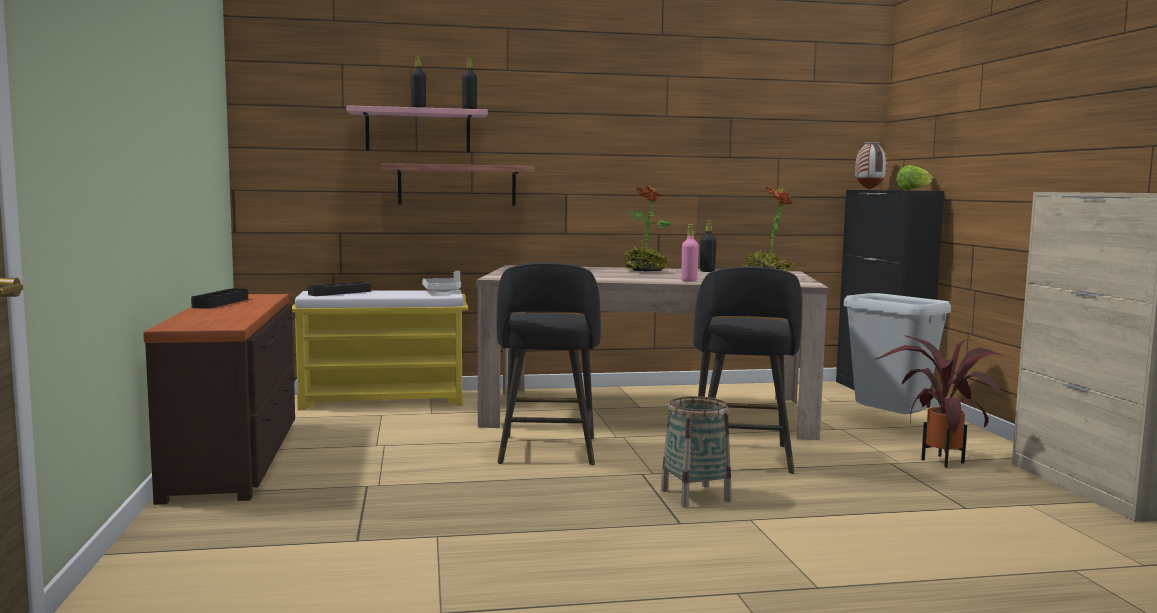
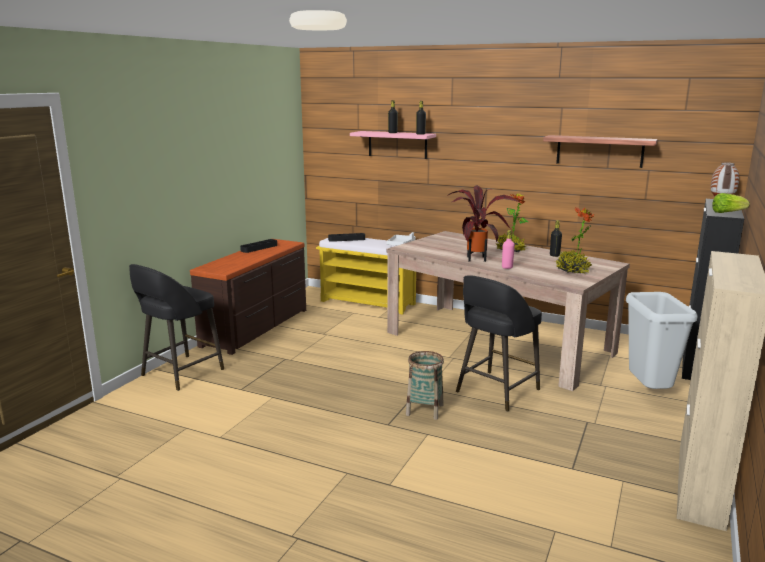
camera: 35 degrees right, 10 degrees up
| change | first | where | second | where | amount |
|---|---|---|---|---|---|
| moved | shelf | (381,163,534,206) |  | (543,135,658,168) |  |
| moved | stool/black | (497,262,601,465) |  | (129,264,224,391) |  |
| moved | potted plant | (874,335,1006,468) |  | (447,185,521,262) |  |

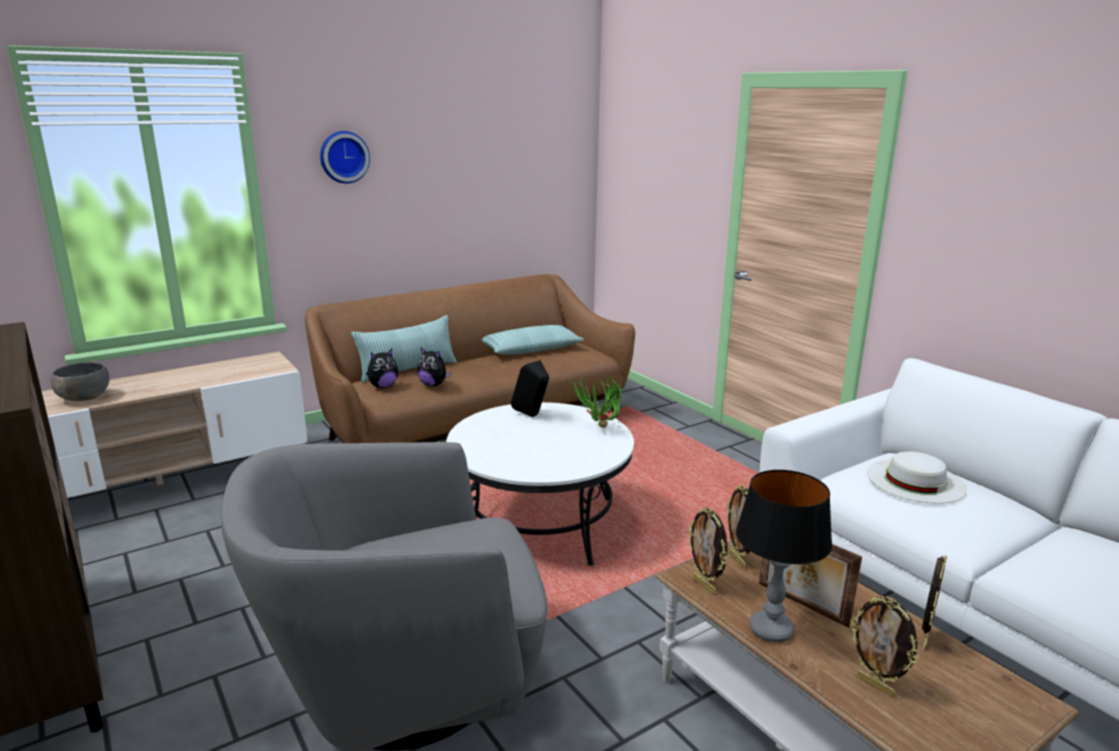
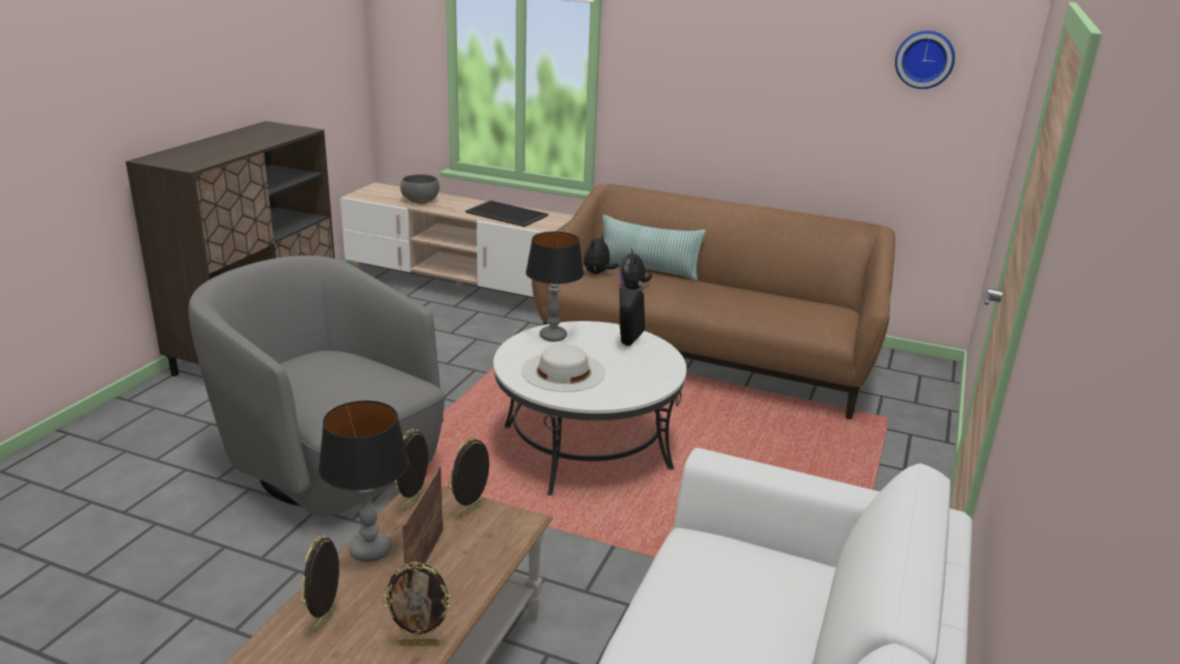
camera: 55 degrees right, 5 degrees up
| change | first | where | second | where | amount |
|---|---|---|---|---|---|
| moved | wall clock | (320,131,370,184) |  | (895,31,955,89) |  |
| turned | plush toy | (366,349,398,388) |  | (584,234,618,274) | 105 degrees clockwise |
| removed | pillow | (482,325,584,355) |  |  |  |
| removed | potted plant | (571,374,621,428) |  |  |  |
| moved | hat/white | (867,451,967,504) |  | (521,345,606,392) |  |
| added |  |  | tray | (465,200,548,227) |  |
| added |  |  | table lamp | (526,231,584,342) |  |

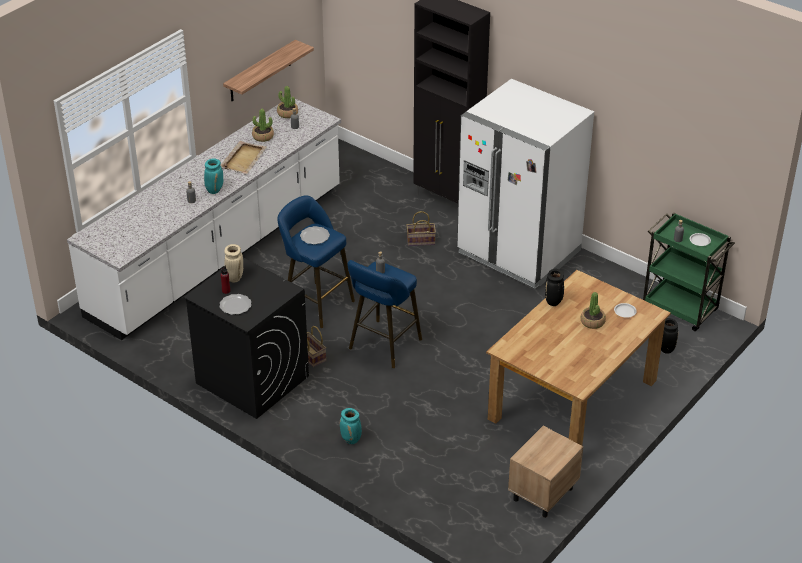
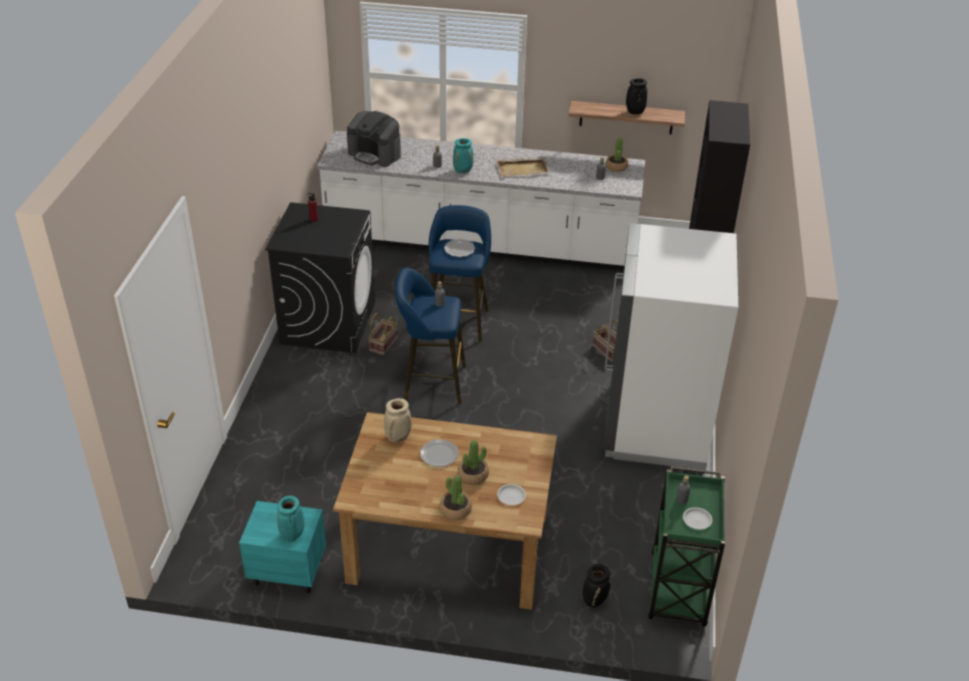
camera: 60 degrees right, 0 degrees up
| change | first | where | second | where | amount |
|---|---|---|---|---|---|
| moved | plate | (220,294,251,315) |  | (420,439,459,467) |  |
| moved | vase/beige | (224,244,243,283) |  | (384,398,412,442) |  |
| moved | potted plant | (252,109,274,142) |  | (440,475,472,520) |  |
| moved | vase/turquoise | (340,408,362,444) |  | (276,496,305,542) |  |
| recoloured | nightstand/beige | (508,426,583,518) | nightstand/turquoise | (239,501,326,594) |  |
| moved | vase/black | (545,269,564,306) |  | (626,79,647,114) |  |
| added |  |  | coffee machine | (347,111,401,167) |  |

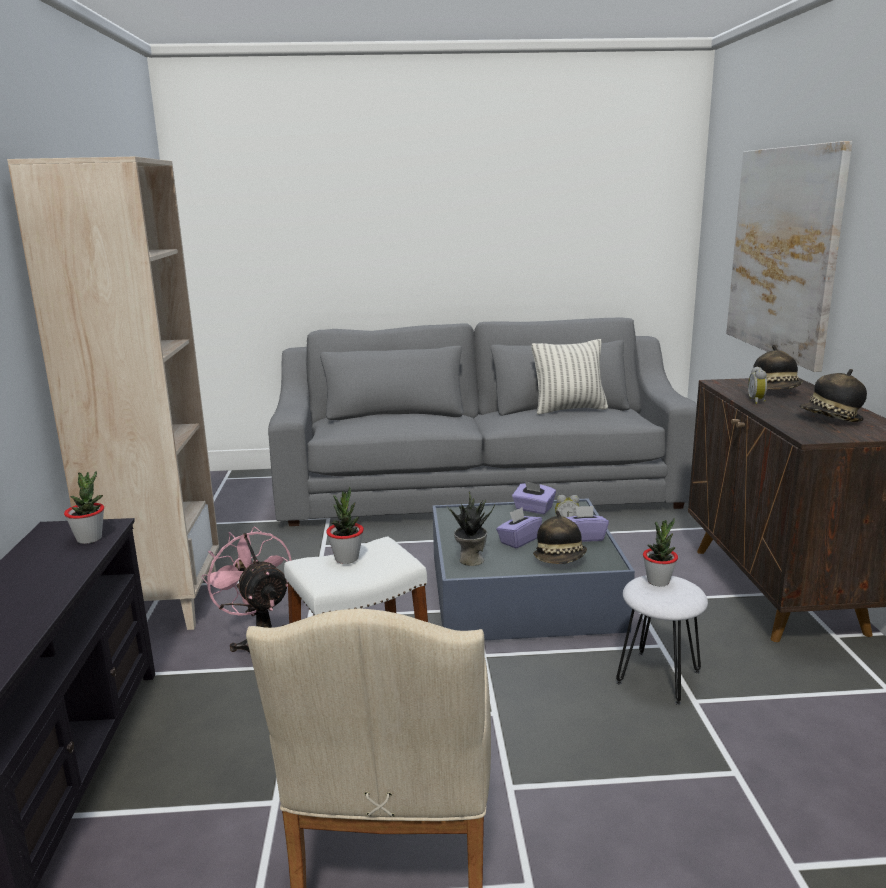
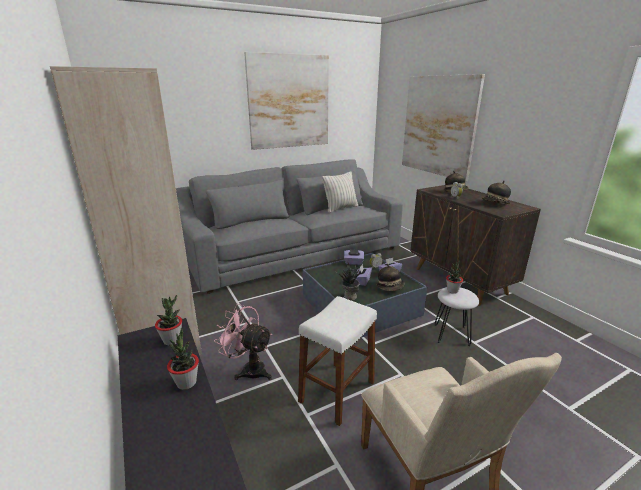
camera: 25 degrees left, 5 degrees up
| change | first | where | second | where | amount |
|---|---|---|---|---|---|
| moved | potted plant | (326,487,364,564) |  | (167,328,199,390) |  |
| added |  |  | picture | (244,52,329,150) |  |

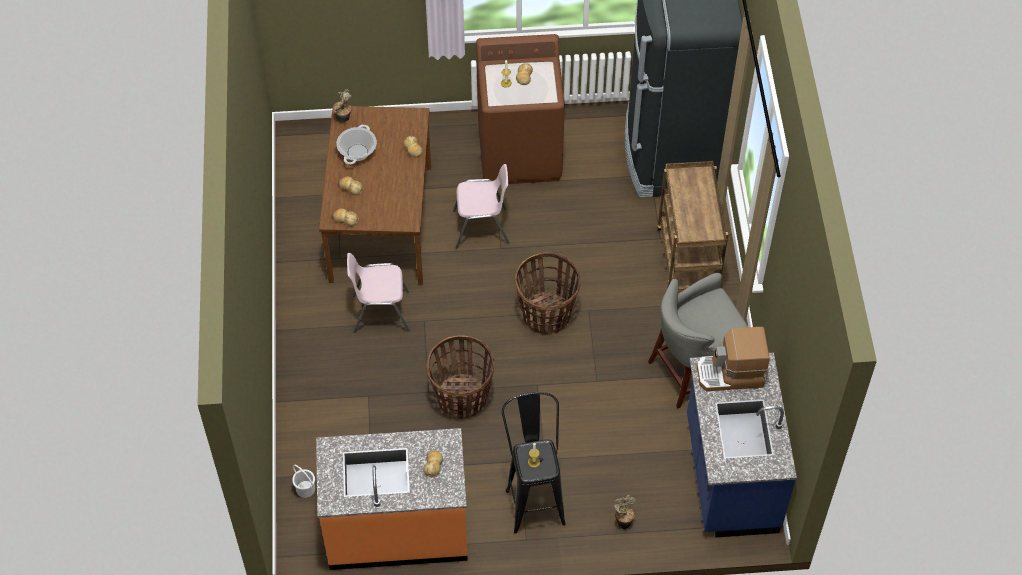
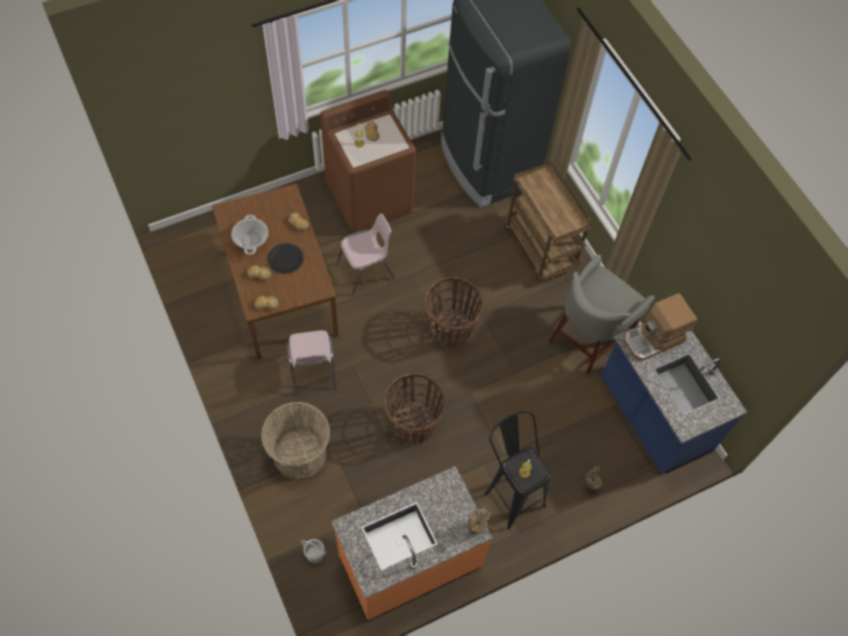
camera: 25 degrees left, 5 degrees up
| change | first | where | second | where | amount |
|---|---|---|---|---|---|
| moved | potted plant | (333,89,352,122) |  | (468,505,491,534) |  |
| turned | chair/pink | (347,253,410,333) |  | (286,330,336,396) | 75 degrees counterclockwise |
| removed | bread | (423,450,443,477) |  |  |  |
| added |  |  | basket | (261,402,330,480) |  |
| added |  |  | plate/black | (268,243,304,274) |  |

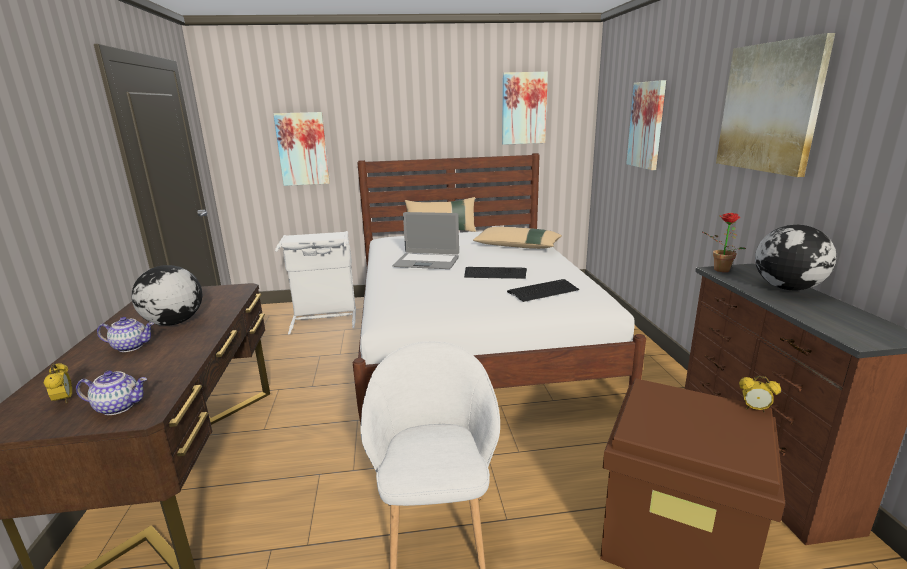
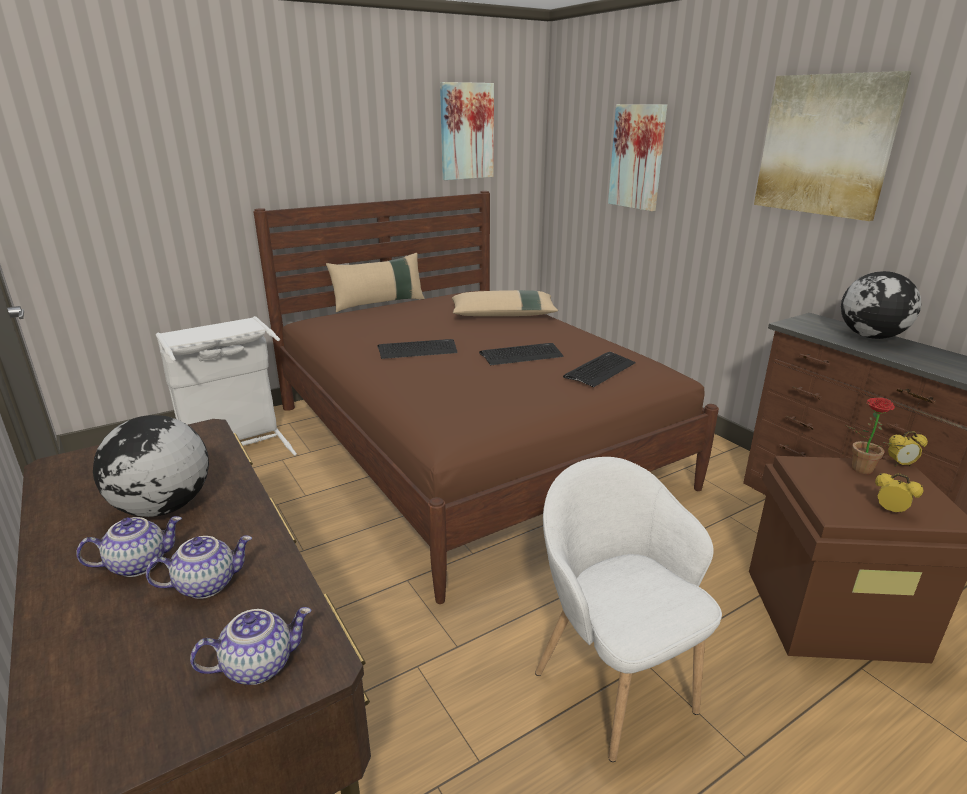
camera: 25 degrees left, 5 degrees up
| change | first | where | second | where | amount |
|---|---|---|---|---|---|
| moved | alarm clock | (44,363,72,404) |  | (875,473,923,513) |  |
| removed | picture | (273,112,330,186) |  |  |  |
| recoloured | bed/white | (353,153,646,424) | bed/brown | (253,191,719,604) |  |
| replaced | laptop | (393,212,459,269) | keyboard | (377,339,458,359) |  |
| moved | potted plant | (703,213,746,272) |  | (845,397,904,474) |  |
| added |  |  | teapot | (146,535,252,599) |  |

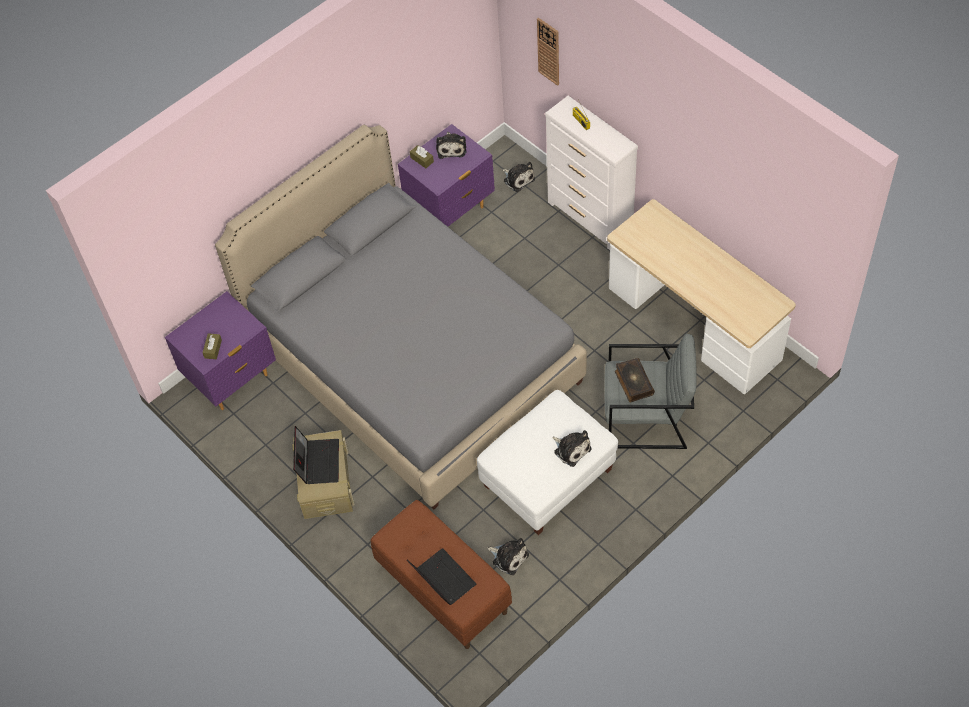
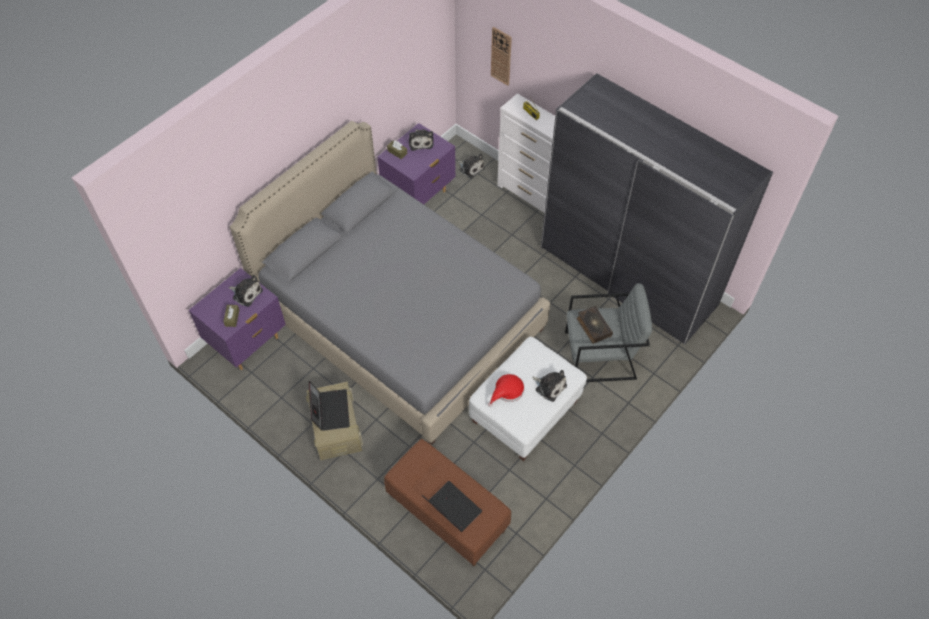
camera: 10 degrees left, 0 degrees up
| change | first | where | second | where | amount |
|---|---|---|---|---|---|
| moved | plush toy | (487,538,529,575) |  | (228,275,263,307) |  |
| replaced | desk | (607,199,796,394) | wardrobe/grey | (541,73,773,344) |  |
| added |  |  | hat/red | (488,374,525,407) |  |

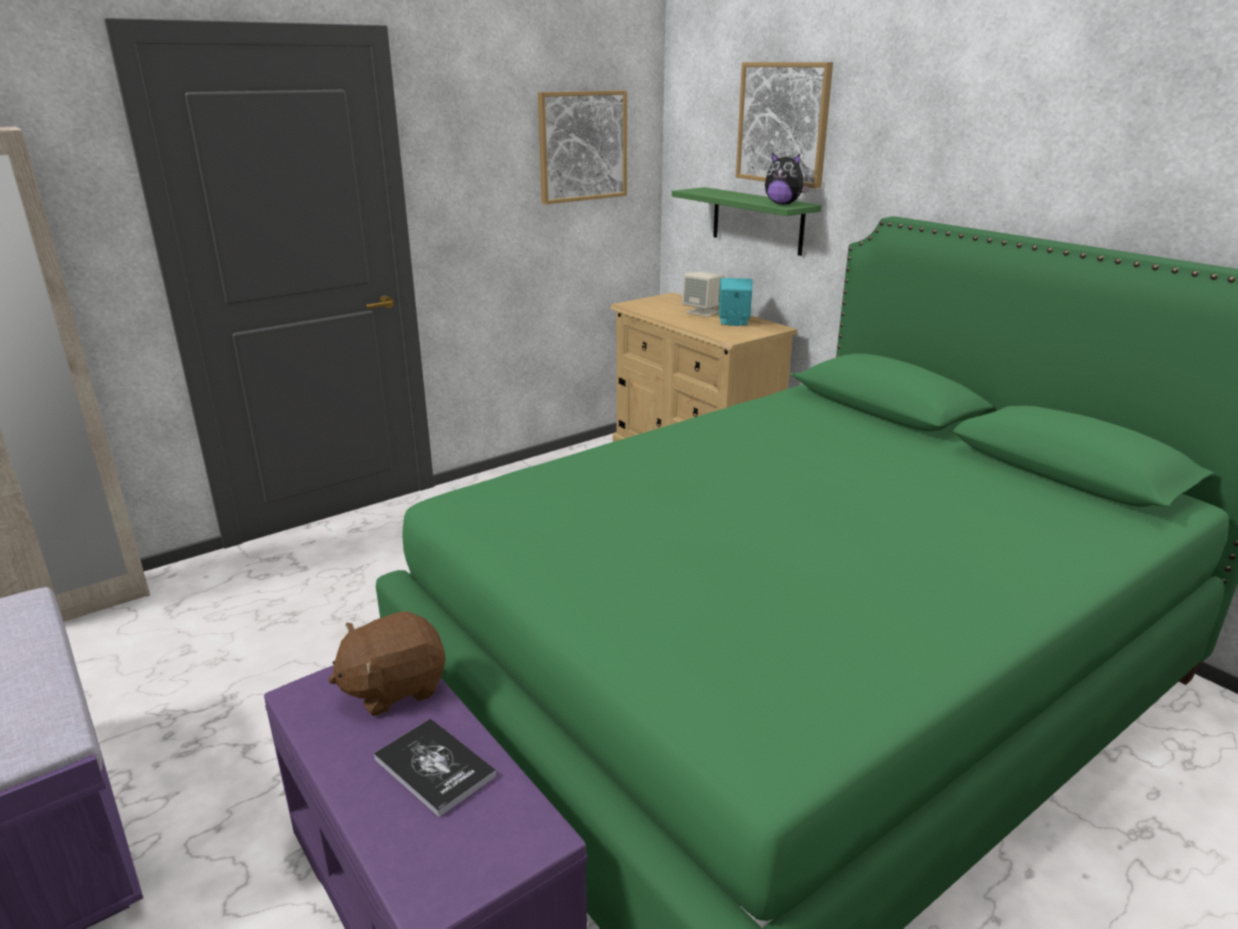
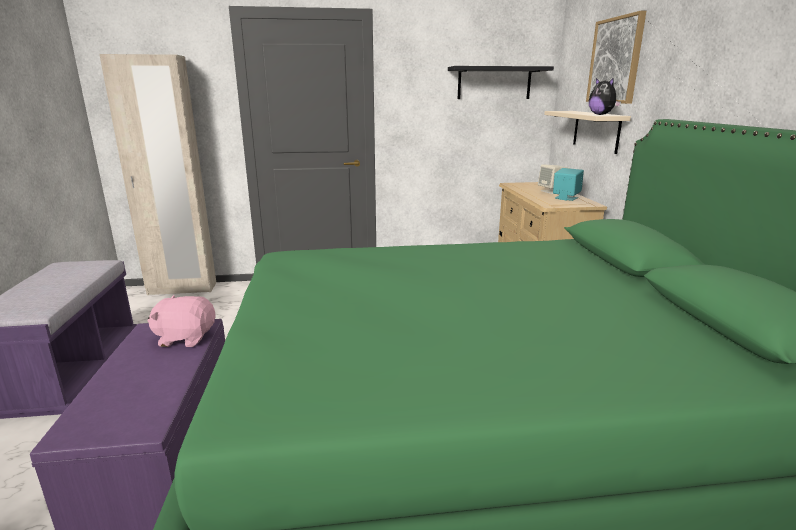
camera: 30 degrees right, 5 degrees down
| change | first | where | second | where | amount |
|---|---|---|---|---|---|
| recoloured | plush toy/brown | (328,611,445,716) | plush toy/pink | (148,295,216,347) |  |
| removed | book | (374,719,497,817) |  |  |  |
| replaced | picture | (538,90,627,204) | shelf/black | (448,66,554,99) |  |
| recoloured | shelf/green | (672,187,822,256) | shelf/beige | (544,111,631,154) |  |

